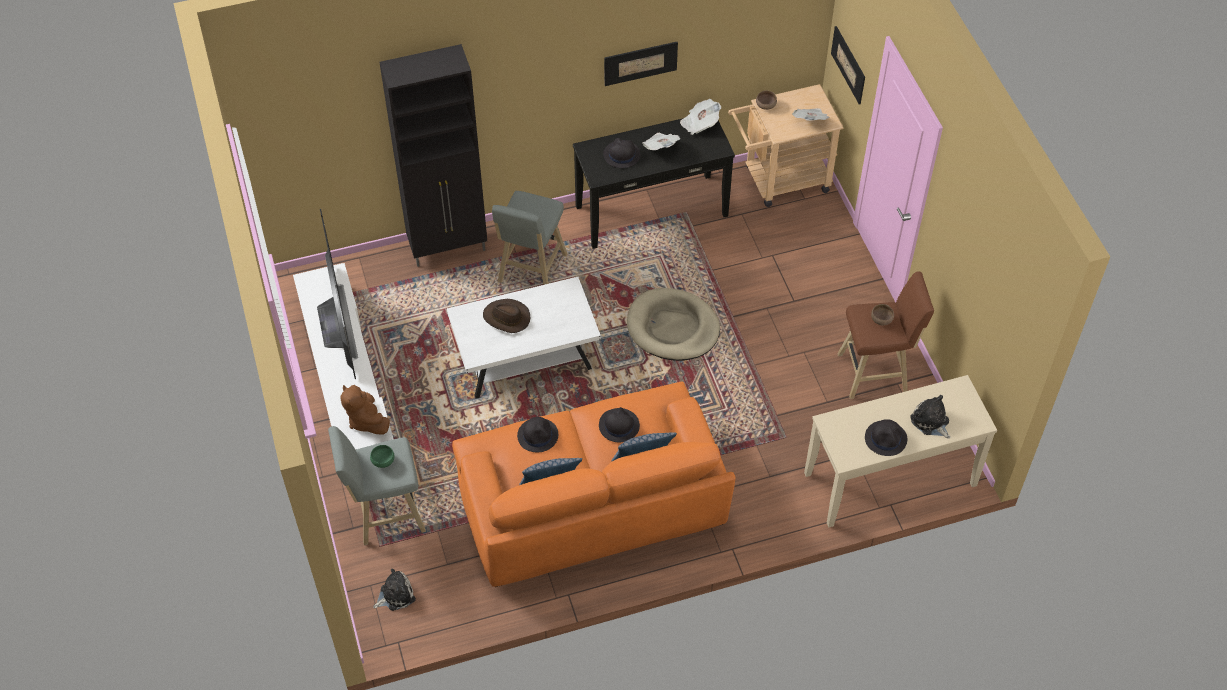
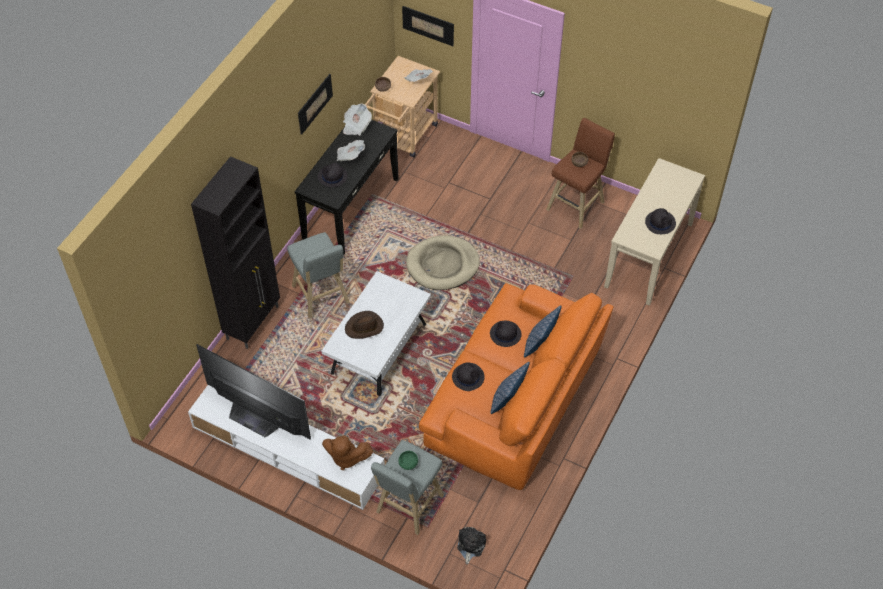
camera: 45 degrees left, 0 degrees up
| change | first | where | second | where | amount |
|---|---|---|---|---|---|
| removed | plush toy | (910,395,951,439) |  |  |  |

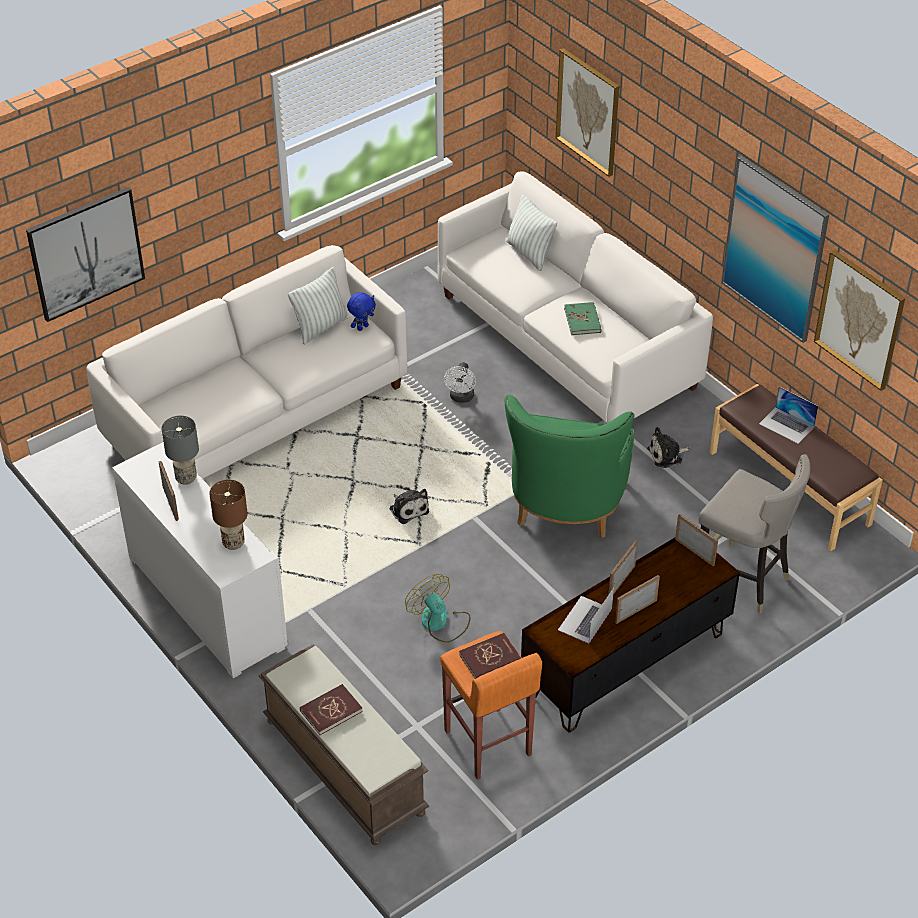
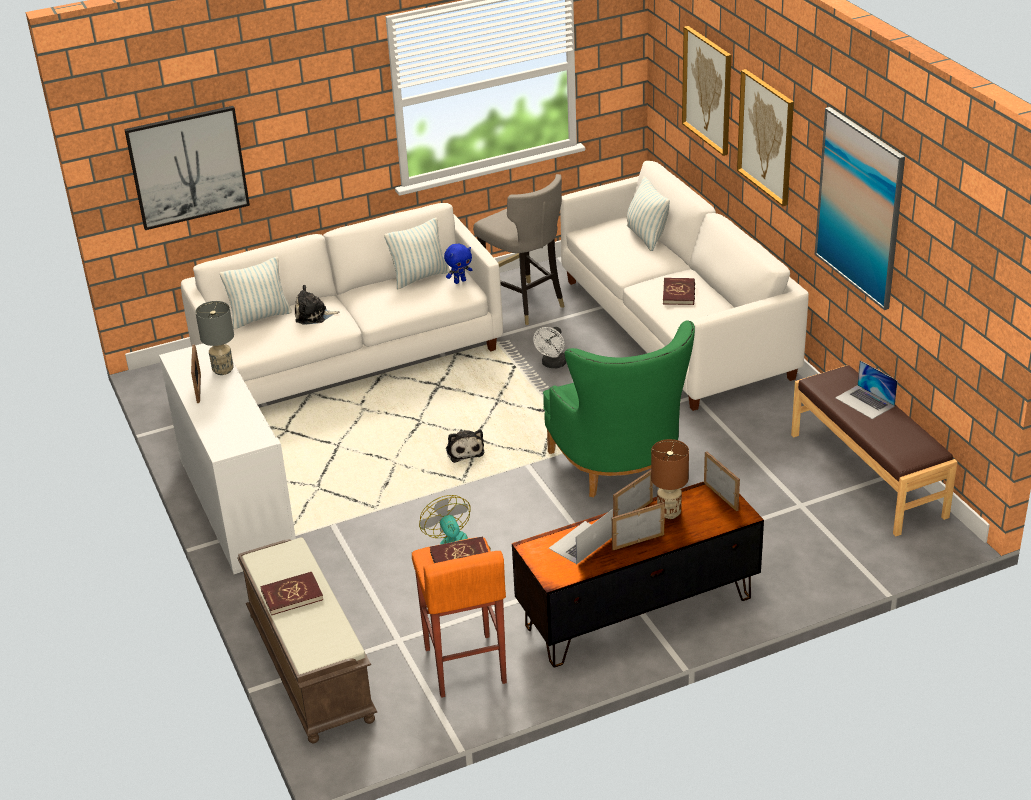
camera: 15 degrees right, 10 degrees down
| change | first | where | second | where | amount |
|---|---|---|---|---|---|
| moved | table lamp/brown | (209,480,248,550) |  | (651,439,689,519) |  |
| turned | armchair/green | (504,395,635,538) |  | (543,321,695,498) | 45 degrees counterclockwise |
| recoloured | book/green | (564,302,602,335) | book/red | (663,278,695,305) |  |
| moved | plush toy | (647,427,690,468) |  | (295,285,340,325) |  |
| moved | stool/grey | (698,454,810,614) |  | (473,174,564,325) |  |
| moved | picture | (814,250,905,391) |  | (737,69,794,206) |  |
| added |  |  | pillow | (220,257,292,329) |  |

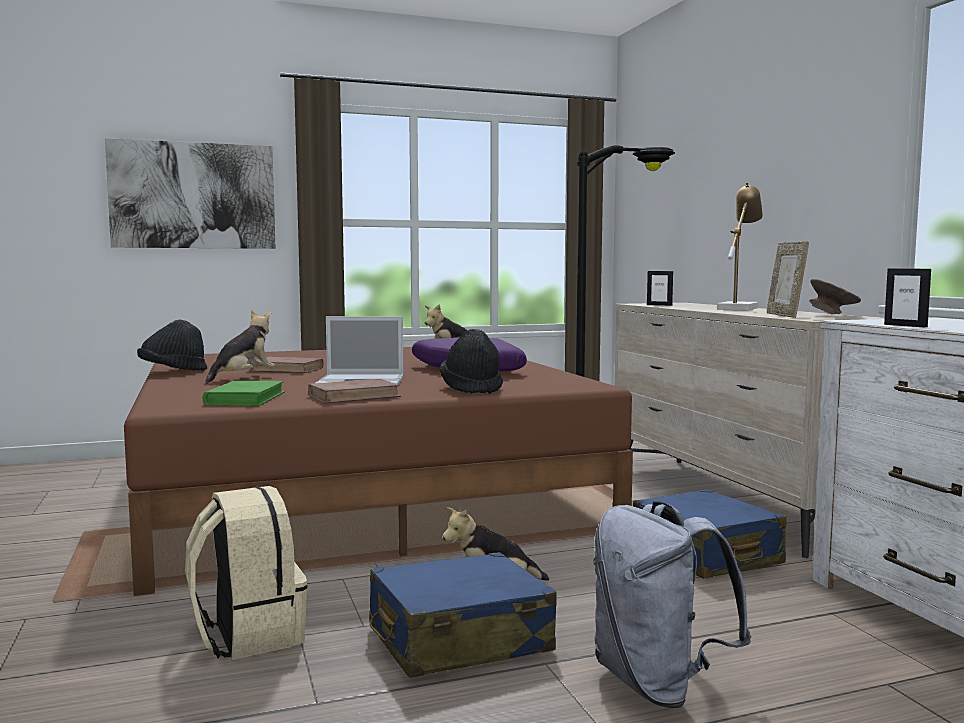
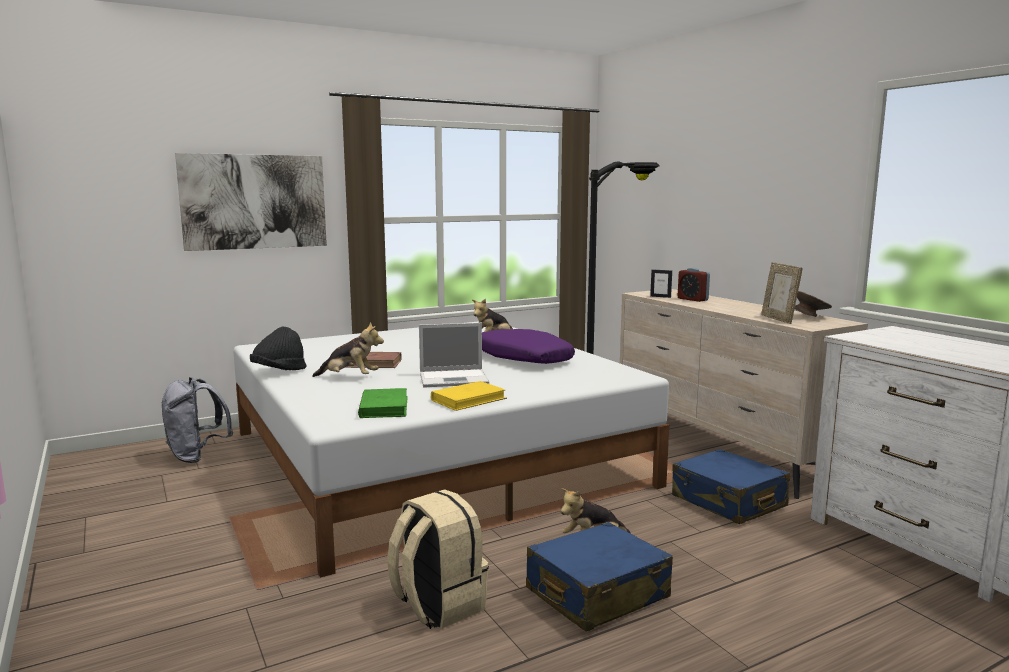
camera: 10 degrees left, 5 degrees up
| change | first | where | second | where | amount |
|---|---|---|---|---|---|
| recoloured | bed/brown | (124,347,633,596) | bed/white | (233,321,669,578) |  |
| turned | plush toy | (205,310,275,384) |  | (312,322,384,377) | 75 degrees clockwise |
| recoloured | book/brown | (308,379,401,404) | book/yellow | (431,381,507,411) |  |
| removed | hat/black | (440,329,503,394) |  |  |  |
| moved | backpack/grey | (593,501,751,708) |  | (162,377,233,463) |  |
| removed | table lamp | (717,182,763,310) |  |  |  |
| removed | picture frame | (884,268,931,327) |  |  |  |
| added |  |  | alarm clock | (678,268,710,302) |  |

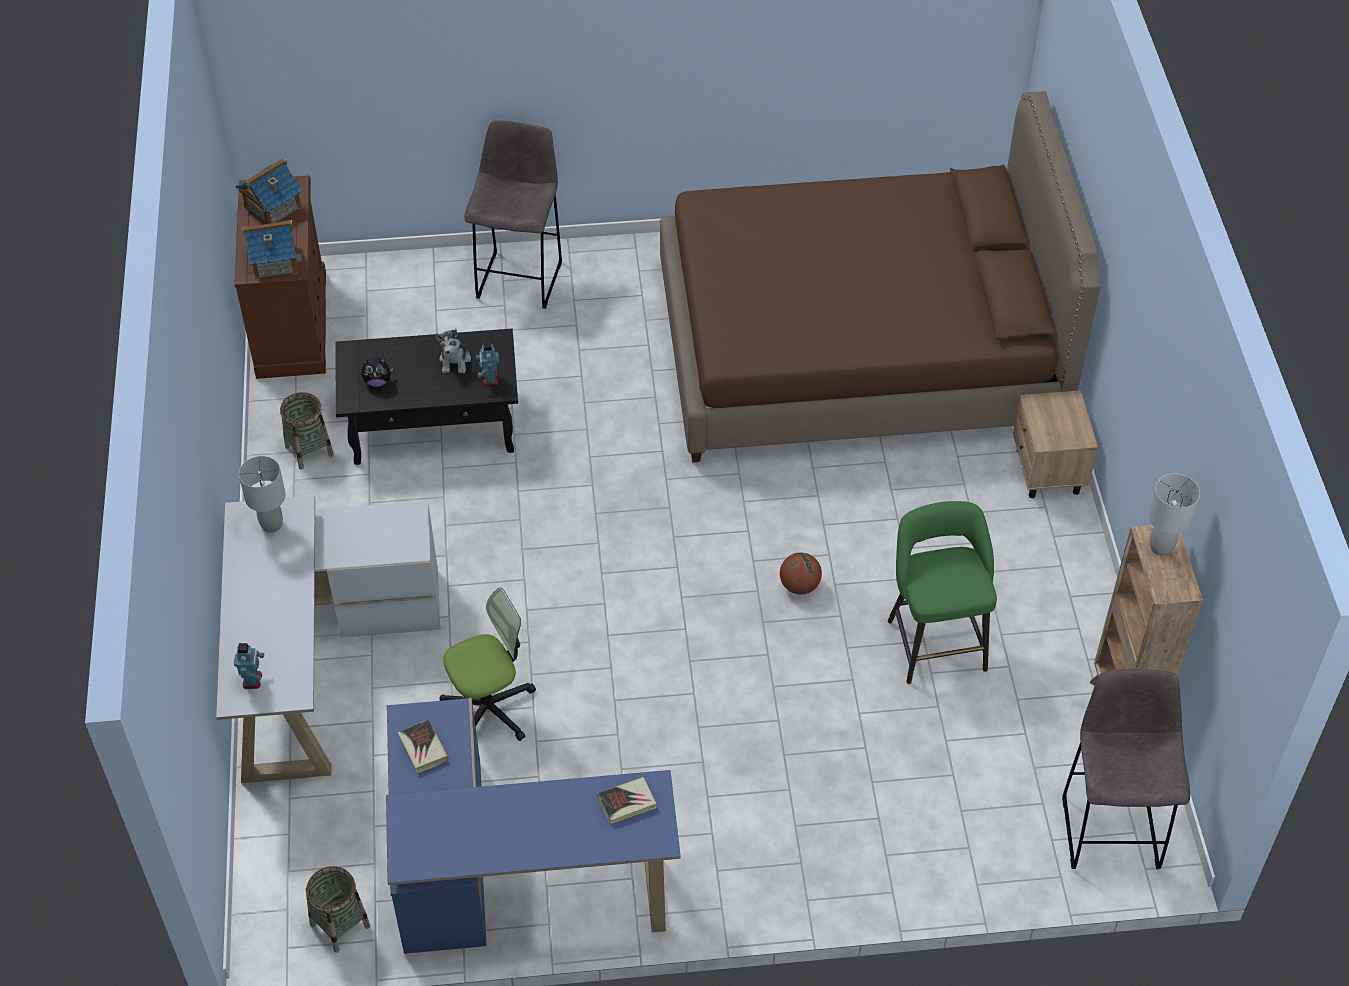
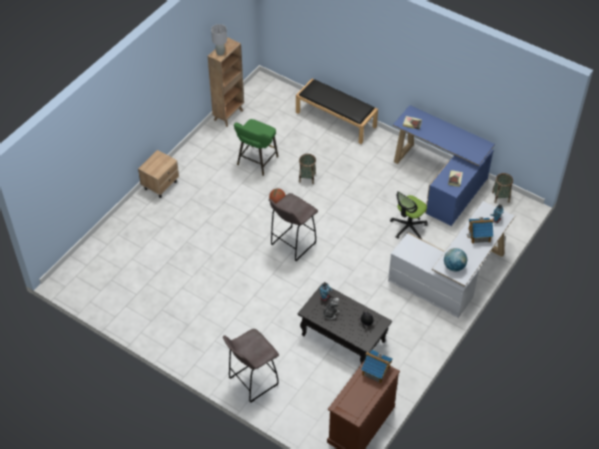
camera: 140 degrees left, 0 degrees up
| change | first | where | second | where | amount |
|---|---|---|---|---|---|
| moved | toy house | (236,158,303,224) |  | (467,217,494,244) |  |
| replaced | table lamp/grey | (239,456,286,533) | globe | (444,248,467,271) |  |
| moved | basket | (280,392,334,470) |  | (299,154,316,184) |  |
| turned | office chair | (440,588,536,741) |  | (390,191,428,239) | 60 degrees counterclockwise |
| removed | bed/brown | (660,91,1101,462) |  |  |  |
| moved | stool/grey | (1062,669,1190,869) |  | (269,193,318,261) |  |
| added |  |  | bench/black | (296,78,378,144) |  |

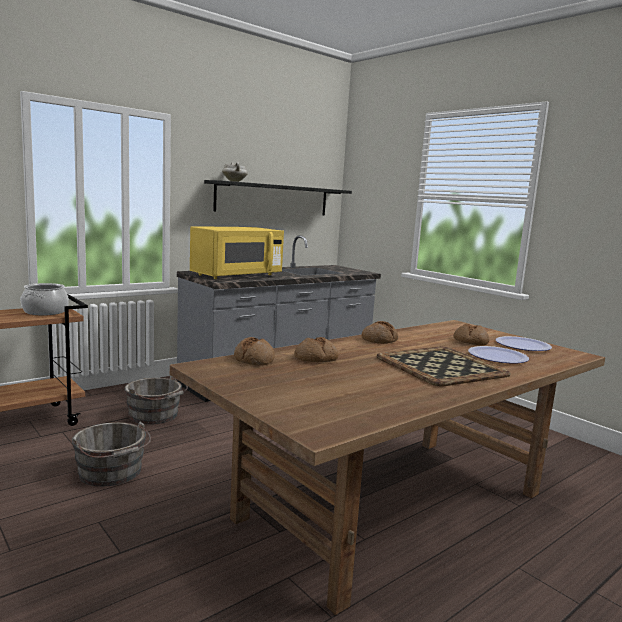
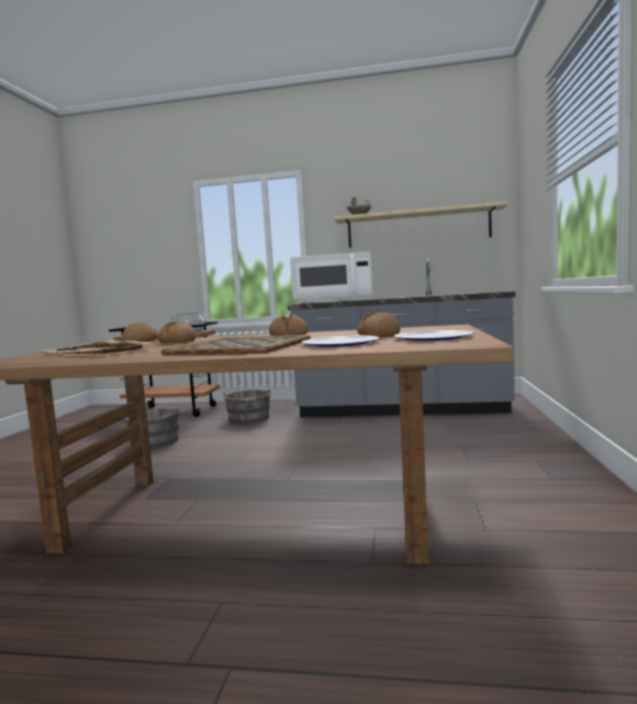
camera: 50 degrees right, 5 degrees down
| change | first | where | second | where | amount |
|---|---|---|---|---|---|
| recoloured | microwave/yellow | (190,226,284,279) | microwave/white | (290,252,373,303) |  |
| recoloured | shelf/black | (204,180,352,215) | shelf/beige | (334,201,509,248) |  |
| added |  |  | tray/beige | (44,340,152,354) |  |

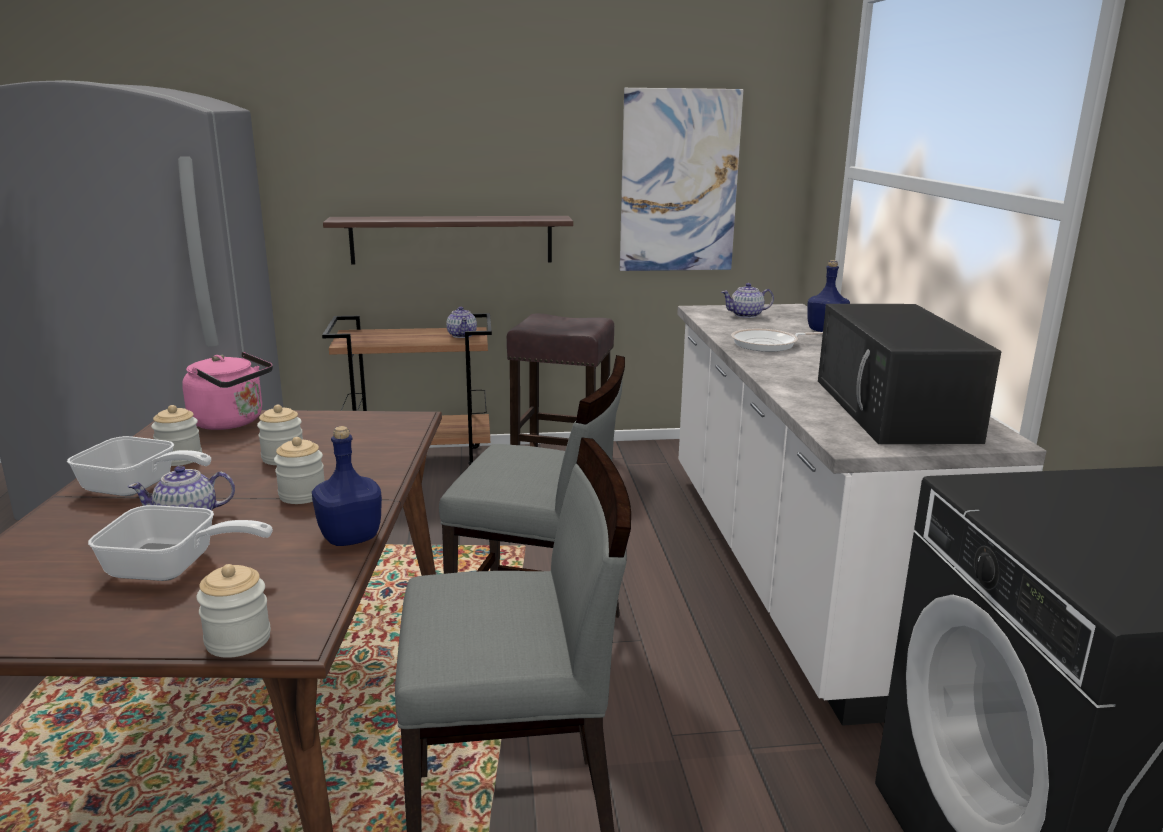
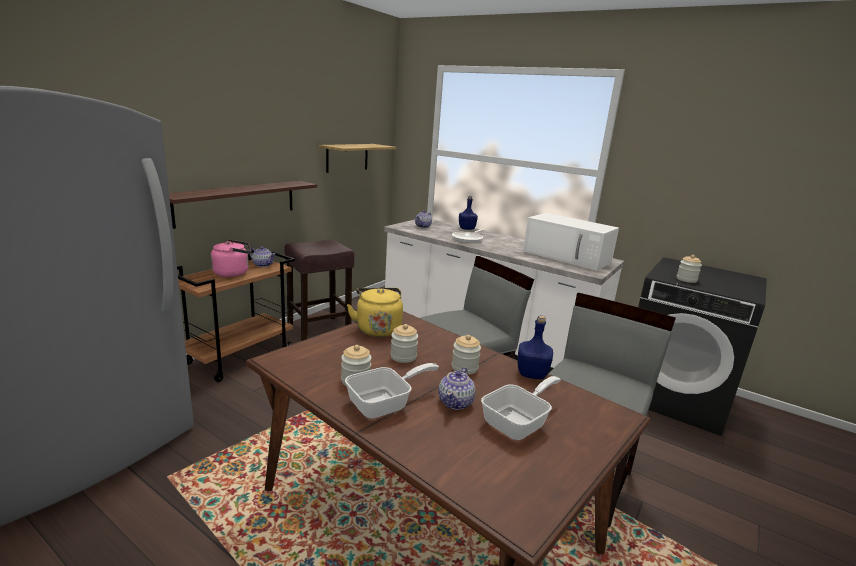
camera: 50 degrees left, 0 degrees up
| change | first | where | second | where | amount |
|---|---|---|---|---|---|
| moved | kettle/pink | (182,352,273,430) |  | (211,239,251,277) |  |
| moved | jar | (196,564,271,658) |  | (677,255,702,283) |  |
| replaced | picture | (620,88,743,271) | shelf | (319,144,396,173) |  |
| recoloured | microwave/black | (818,304,1001,444) | microwave/white | (523,213,619,271) |  |
| added |  |  | kettle/yellow | (347,288,403,337) |  |

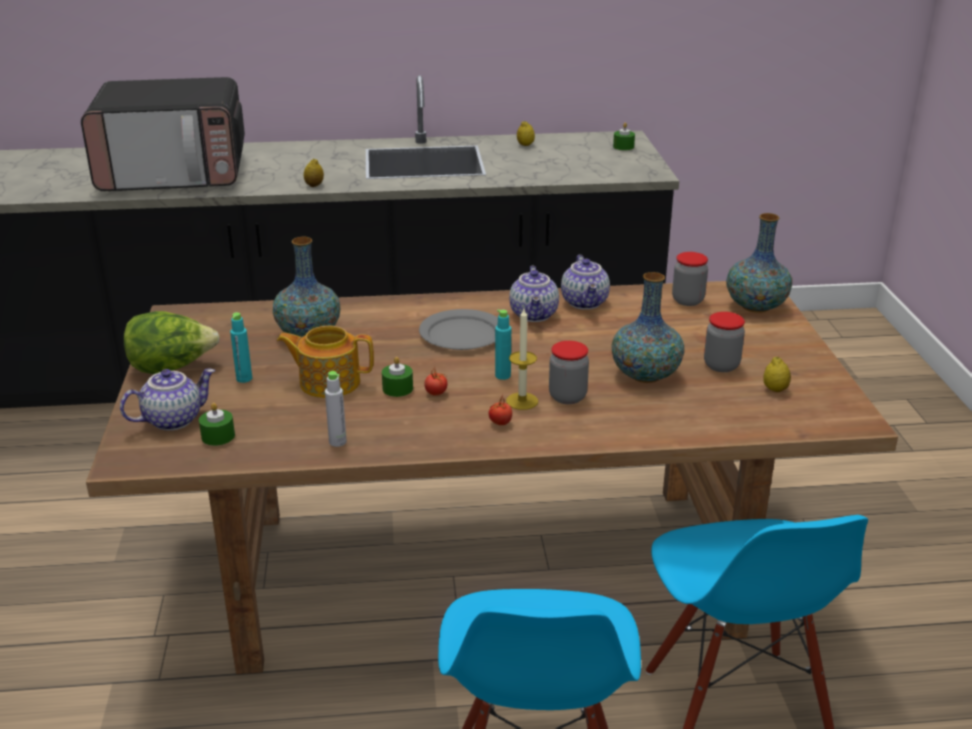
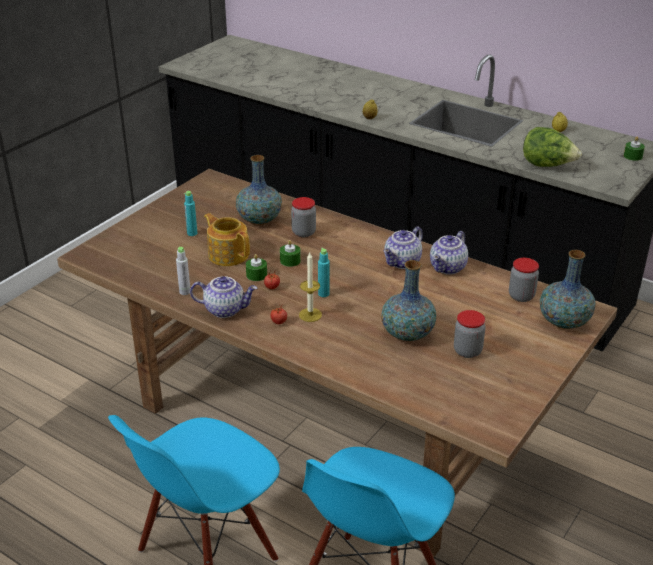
camera: 40 degrees right, 5 degrees up
| change | first | where | second | where | amount |
|---|---|---|---|---|---|
| removed | microwave | (81,77,245,191) |  |  |  |
| moved | teapot | (120,368,215,431) |  | (190,276,257,318) |  |
| moved | lettuce | (124,311,220,374) |  | (523,127,582,167) |  |
| moved | candle/green | (199,403,235,446) |  | (280,240,301,267) |  |
| removed | plate/grey | (419,309,498,350) |  |  |  |
| moved | jar | (549,341,589,404) |  | (291,197,316,237) |  |
| removed | lemon | (763,357,791,392) |  |  |  |

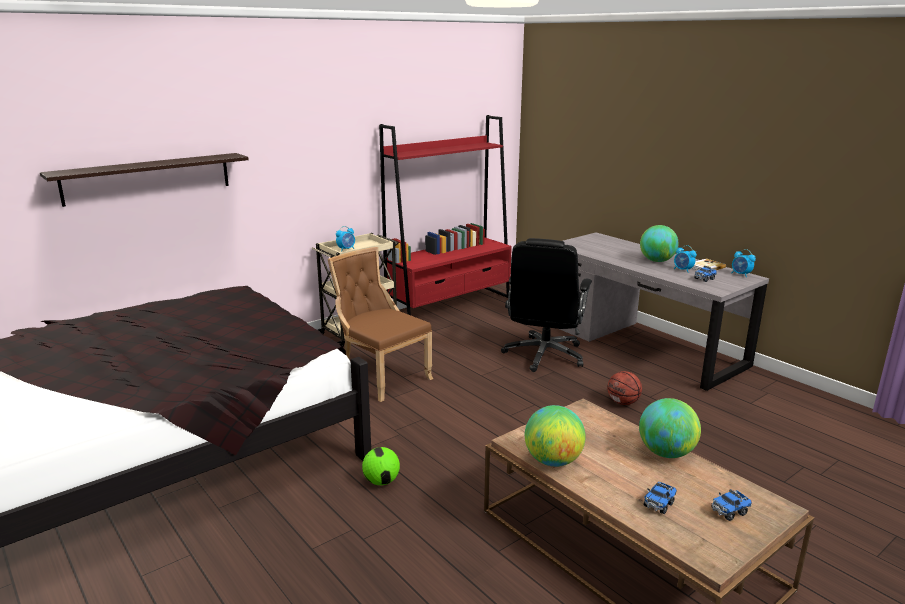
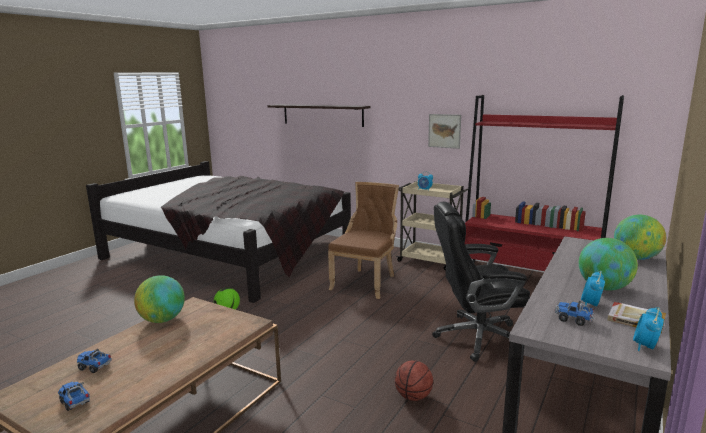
camera: 70 degrees right, 5 degrees down
| change | first | where | second | where | amount |
|---|---|---|---|---|---|
| moved | globe | (639,398,701,458) |  | (614,215,666,260) |  |
| added |  |  | picture | (428,114,461,149) |  |

